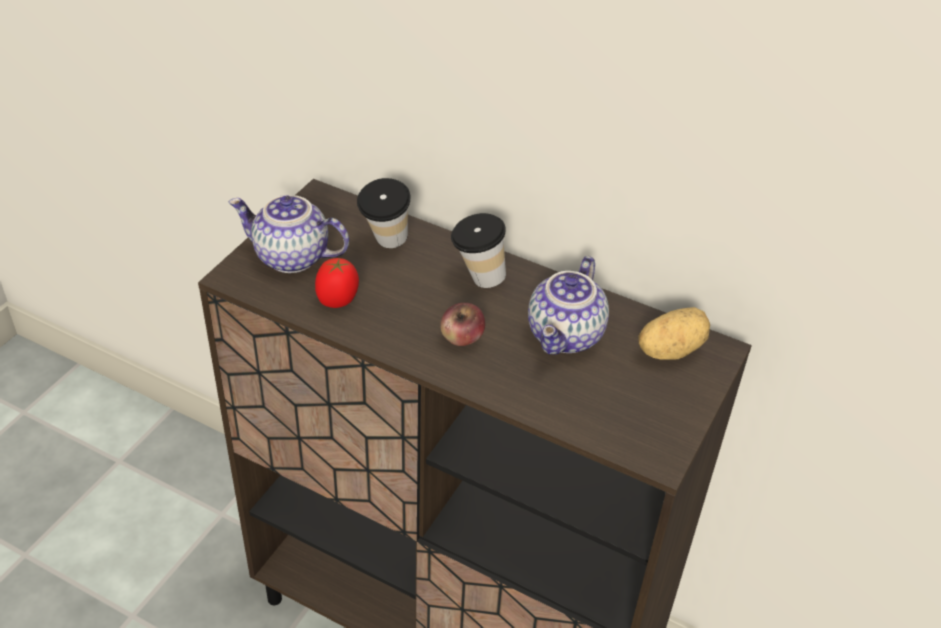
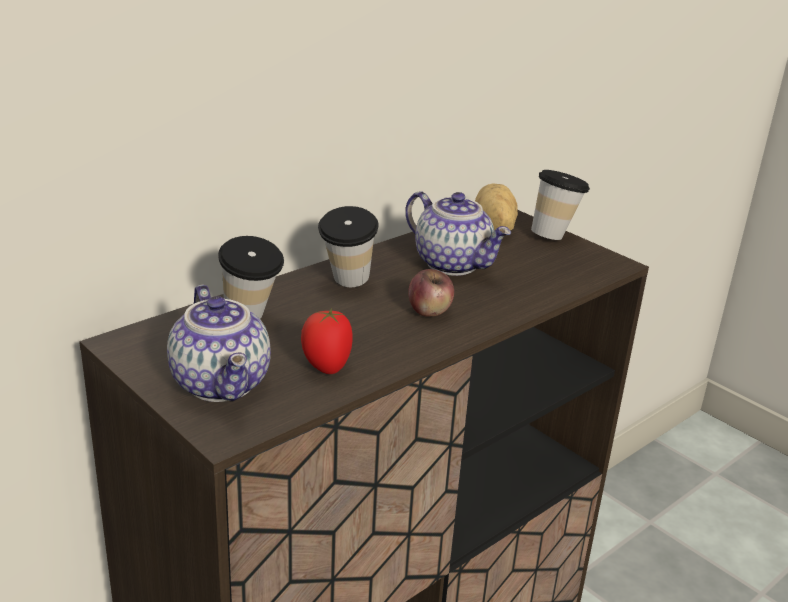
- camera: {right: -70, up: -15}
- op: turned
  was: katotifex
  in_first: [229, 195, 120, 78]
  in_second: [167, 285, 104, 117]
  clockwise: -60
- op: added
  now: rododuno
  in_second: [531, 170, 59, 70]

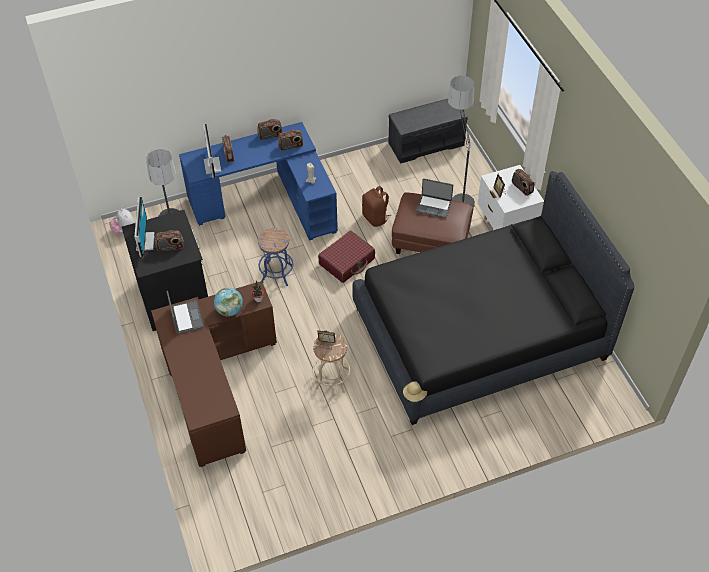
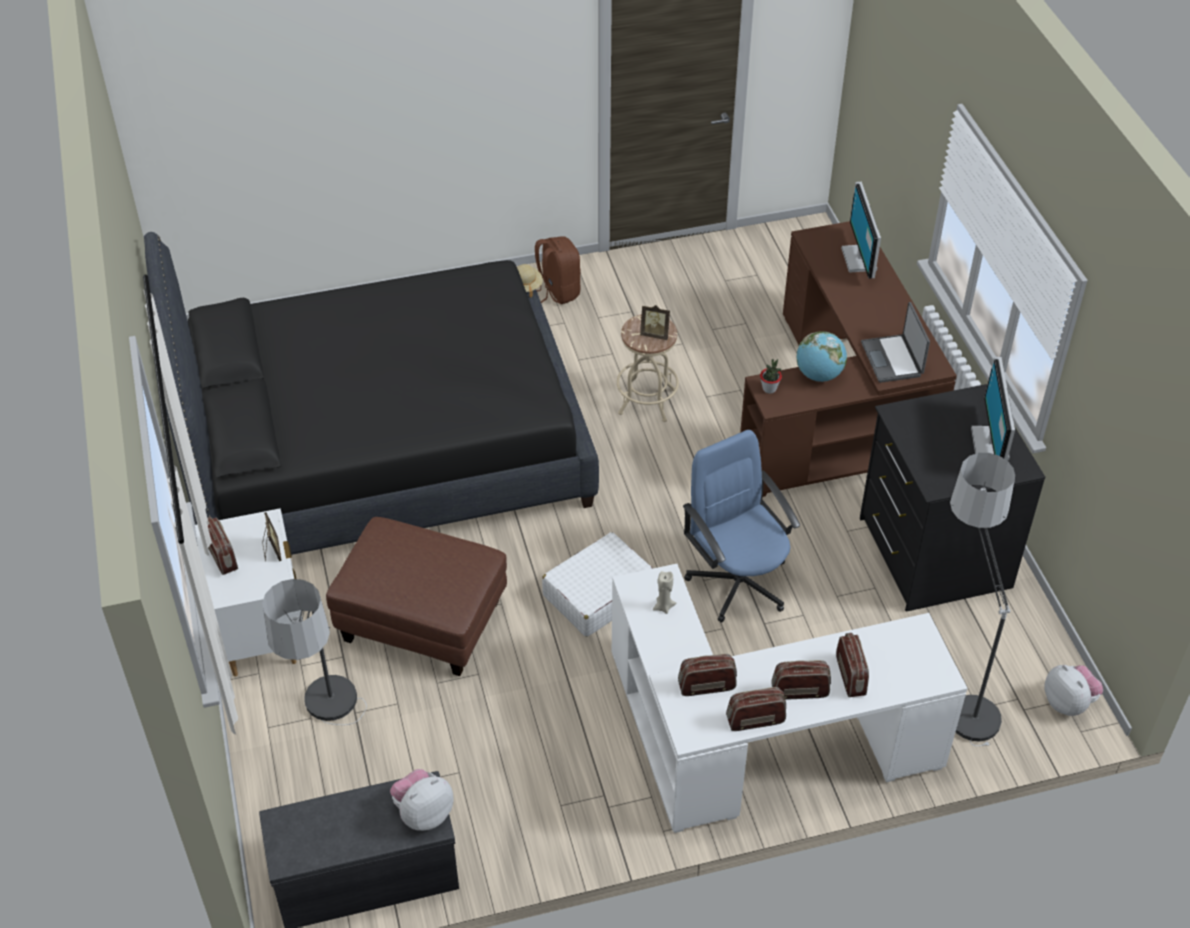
- camera: {right: -175, up: -5}
- op: added
  now: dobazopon
  in_second: [390, 769, 63, 62]
- op: moved
  was: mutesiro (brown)
  in_first: [362, 186, 30, 41]
  in_second: [535, 236, 46, 68]
- op: recoloured
  was: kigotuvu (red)
  now: kigotuvu (white)
  in_first: [318, 230, 57, 53]
  in_second: [542, 532, 111, 105]
- op: recoloured
  was: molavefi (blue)
  now: molavefi (white)
  in_first: [179, 122, 159, 119]
  in_second: [612, 564, 356, 269]
- op: replaced
  was: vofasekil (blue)
  now: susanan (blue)
  in_first: [258, 228, 36, 58]
  in_second: [683, 430, 117, 192]
- op: moved
  was: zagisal
  in_first: [155, 231, 29, 20]
  in_second: [771, 660, 60, 40]
- op: moved
  was: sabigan
  in_first: [203, 124, 19, 55]
  in_second: [841, 182, 40, 97]
- op: removed
  was: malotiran
  in_first: [416, 178, 37, 40]

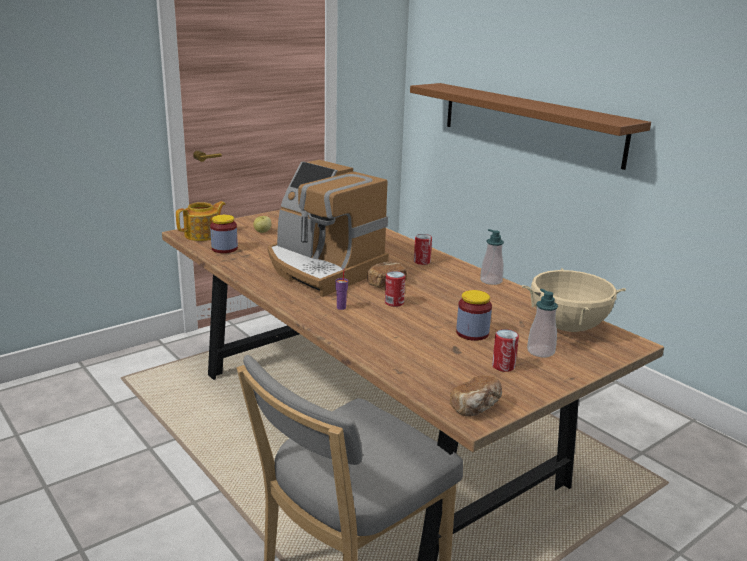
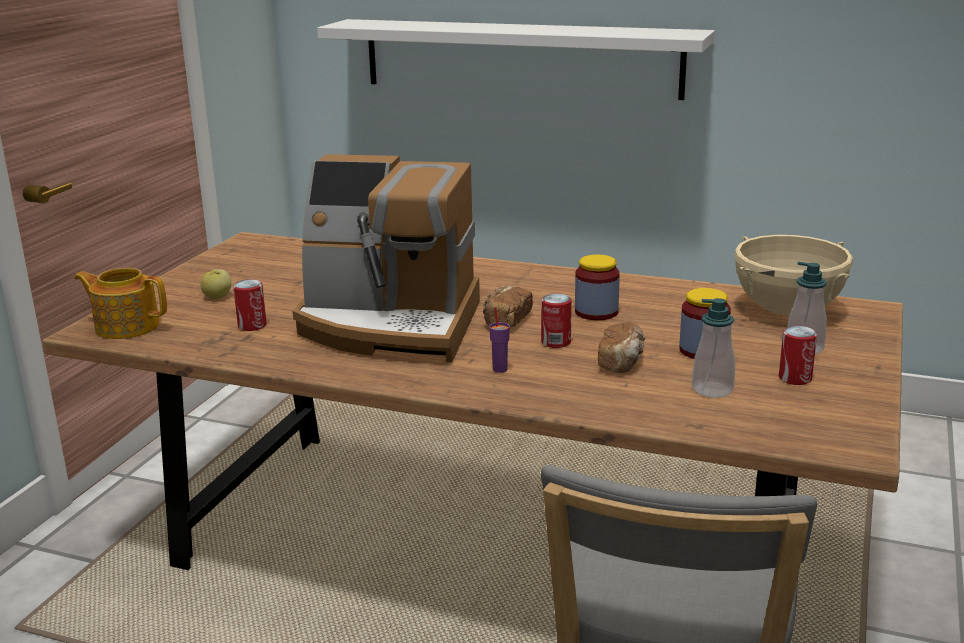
- camera: {right: -30, up: 0}
- op: turned
  was: katotifex
  in_first: [176, 201, 50, 40]
  in_second: [74, 268, 93, 71]
  clockwise: -90
- op: moved
  was: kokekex
  in_first: [414, 234, 18, 31]
  in_second: [233, 279, 34, 52]
- op: recoloured
  was: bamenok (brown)
  now: bamenok (white)
  in_first: [410, 83, 241, 87]
  in_second: [317, 19, 398, 81]
- op: moved
  was: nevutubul
  in_first: [210, 215, 28, 38]
  in_second: [575, 255, 45, 65]
- op: moved
  was: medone
  in_first: [450, 375, 53, 42]
  in_second: [598, 322, 48, 51]
- op: moved
  was: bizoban
  in_first: [480, 229, 24, 56]
  in_second: [692, 298, 43, 100]

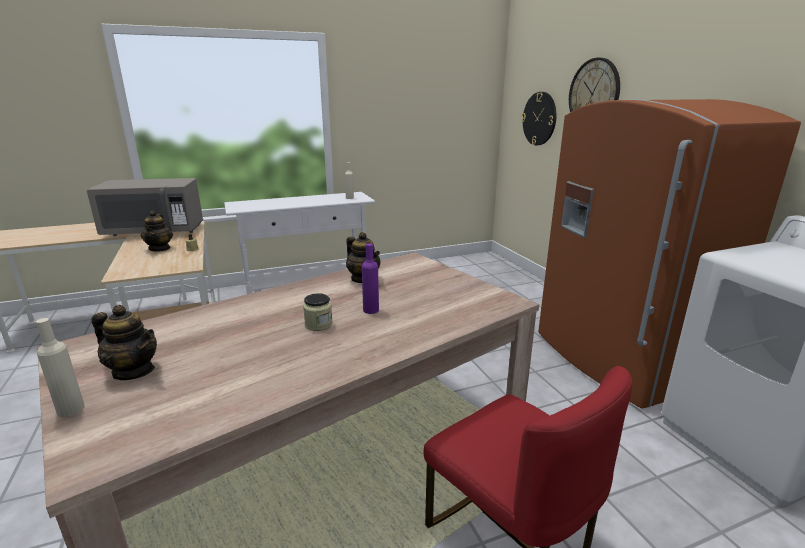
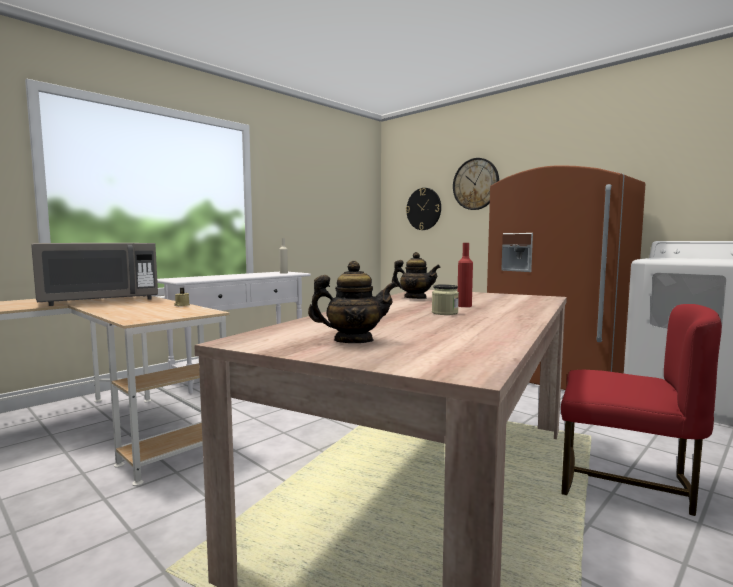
- camera: {right: -25, up: -15}
- op: recoloured
  was: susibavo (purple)
  now: susibavo (red)
  in_first: [362, 243, 17, 71]
  in_second: [458, 243, 15, 64]
- op: removed
  was: susibavo (beige)
  in_first: [36, 318, 49, 99]
- op: removed
  was: katotifex
  in_first: [140, 211, 33, 41]

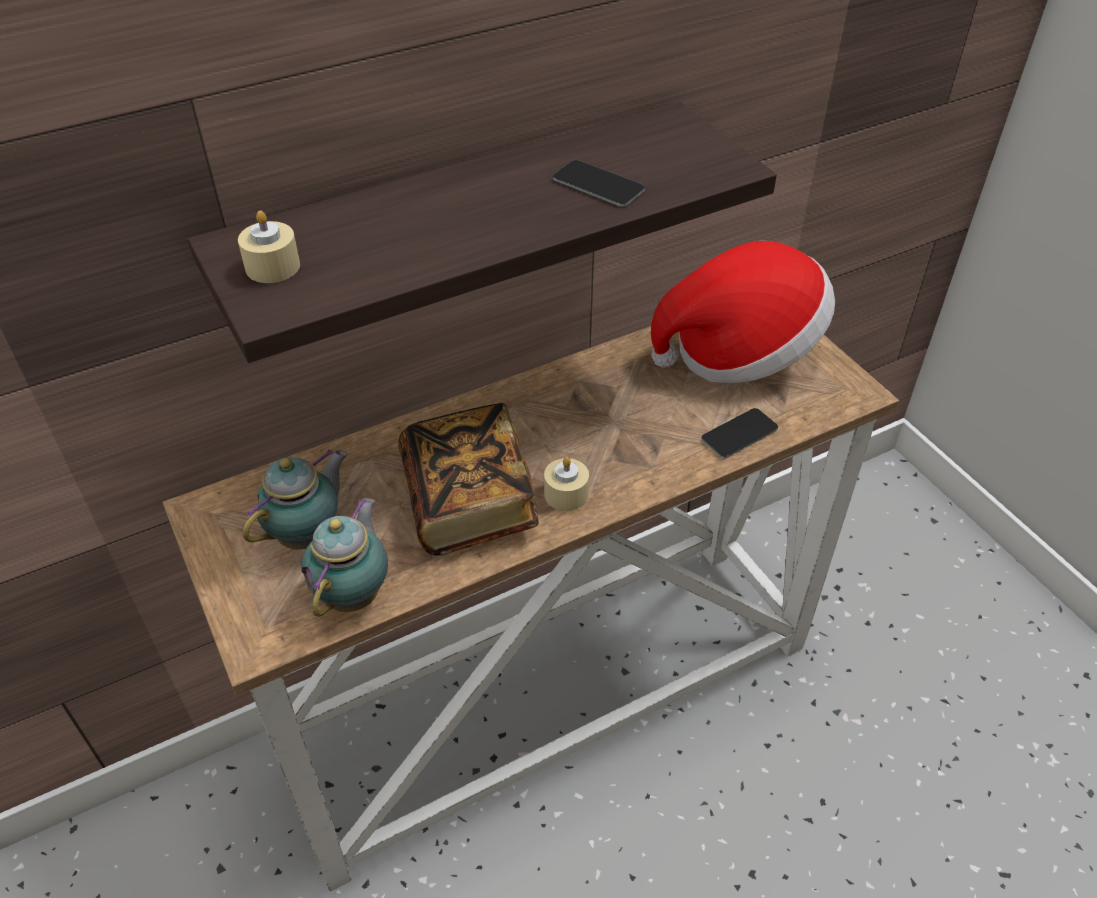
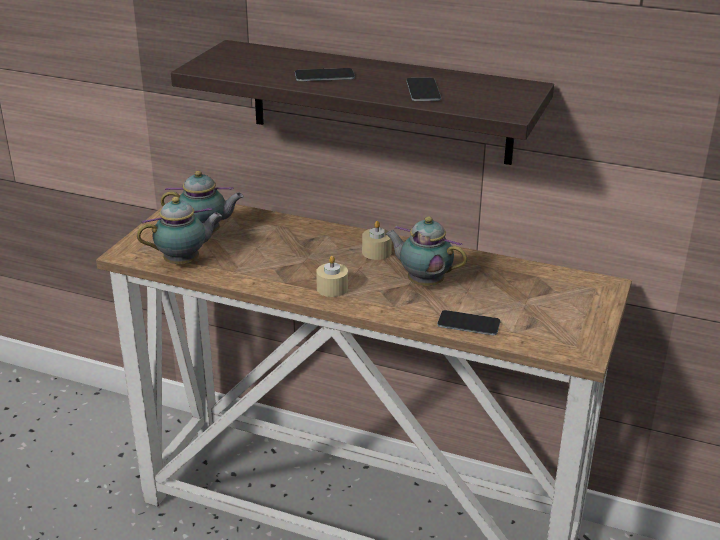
- camera: {right: 50, up: -15}
- op: added
  now: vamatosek
  in_second: [295, 68, 60, 13]
- op: moved
  was: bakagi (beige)
  in_first: [238, 210, 62, 73]
  in_second: [362, 221, 30, 39]
- op: added
  now: katotifex
  in_second: [386, 216, 81, 70]
- op: removed
  was: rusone
  in_first: [398, 403, 141, 153]
- op: removed
  was: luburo
  in_first: [651, 241, 184, 142]

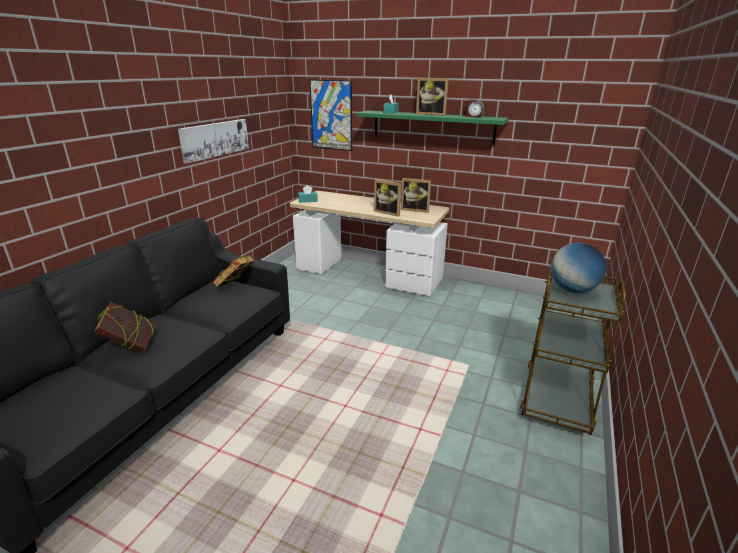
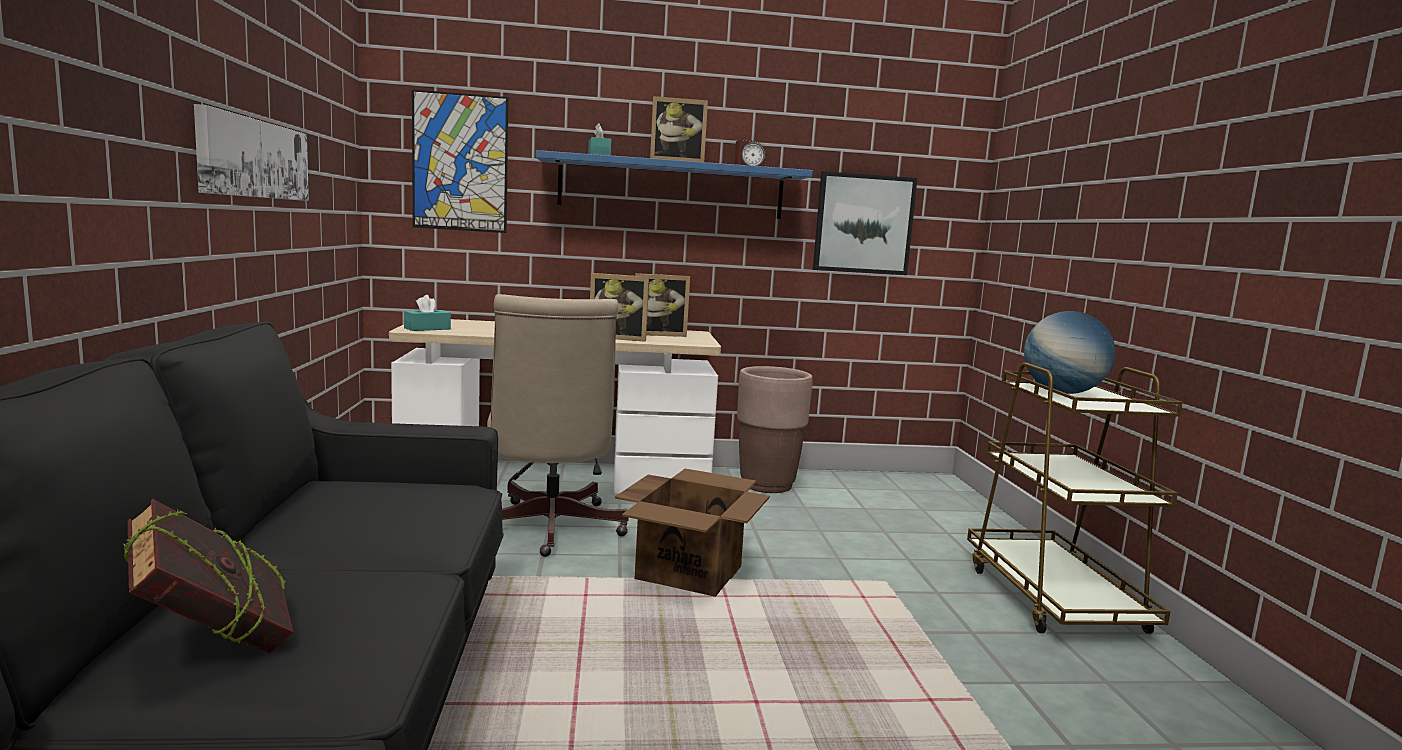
- camera: {right: -30, up: -15}
- op: added
  now: susanan (beige)
  in_second: [487, 294, 142, 263]
- op: recoloured
  was: bamenok (green)
  now: bamenok (blue)
  in_first: [356, 110, 153, 36]
  in_second: [535, 150, 278, 69]
- op: added
  now: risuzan
  in_second: [615, 469, 155, 128]
- op: added
  now: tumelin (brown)
  in_second: [737, 366, 76, 127]
- op: added
  now: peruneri
  in_second: [813, 171, 105, 104]
- op: removed
  was: rusone
  in_first: [212, 255, 43, 33]

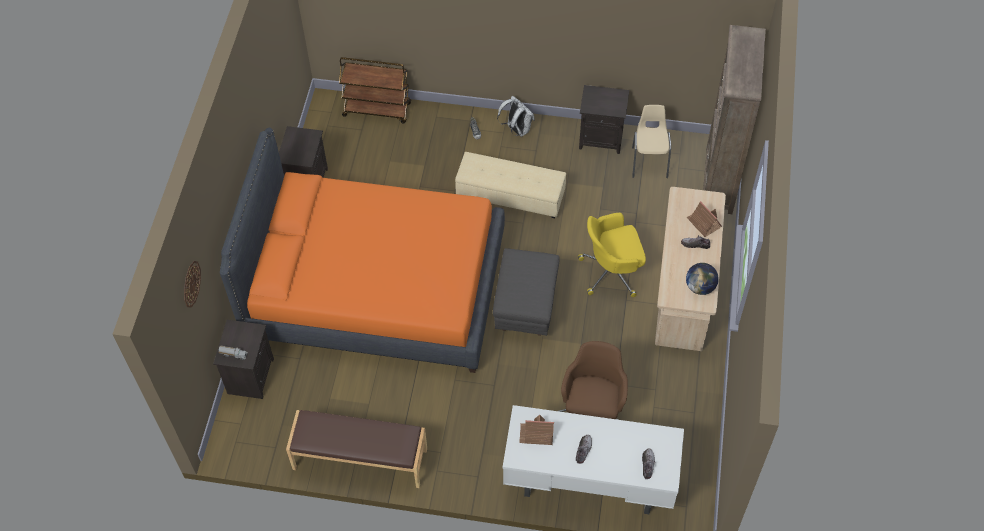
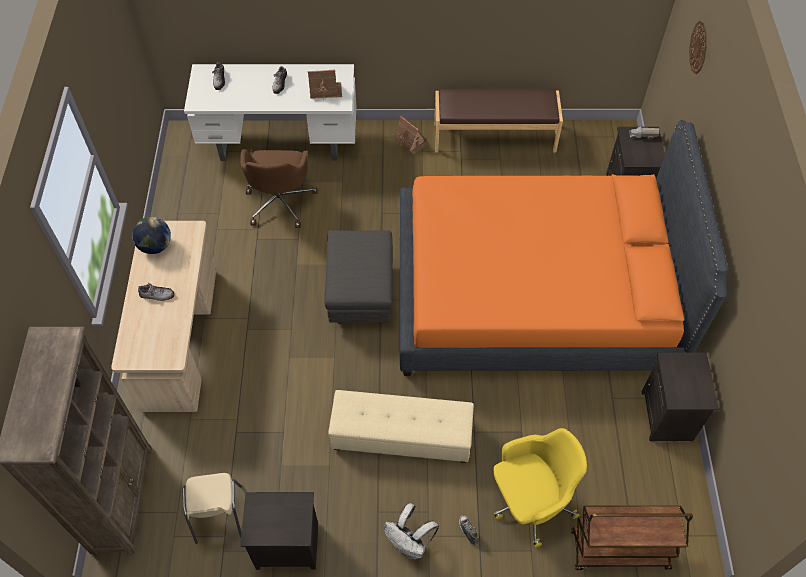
- camera: {right: 170, up: 0}
- op: moved
  was: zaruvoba
  in_first: [687, 201, 35, 36]
  in_second: [393, 116, 34, 38]
- op: moved
  was: susanan (yellow)
  in_first: [578, 213, 68, 84]
  in_second: [493, 428, 94, 120]

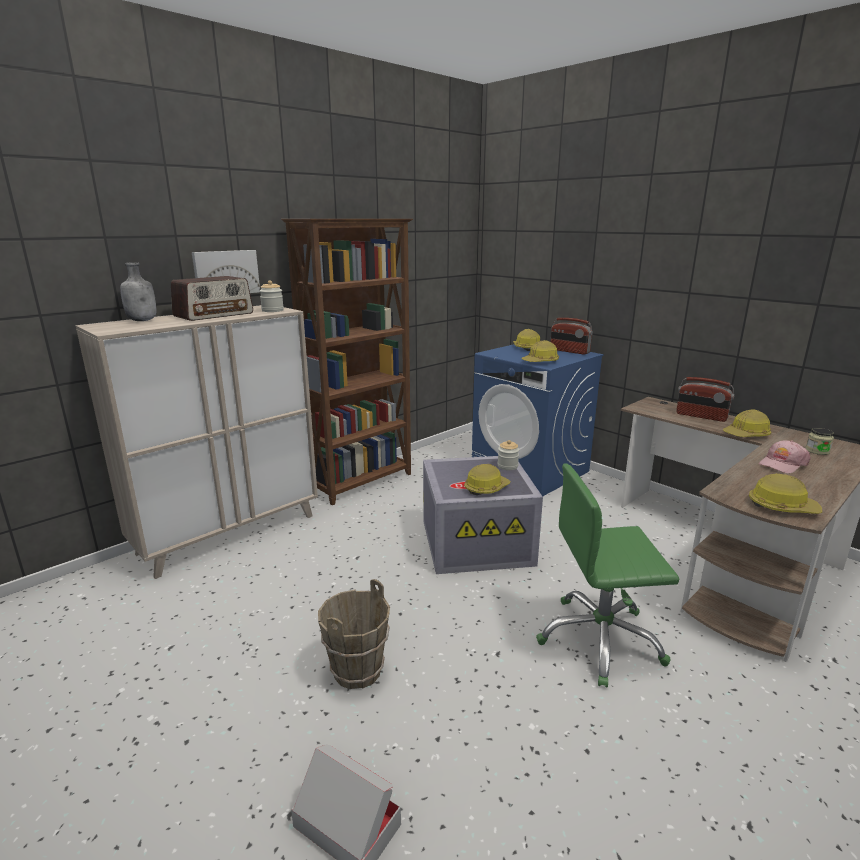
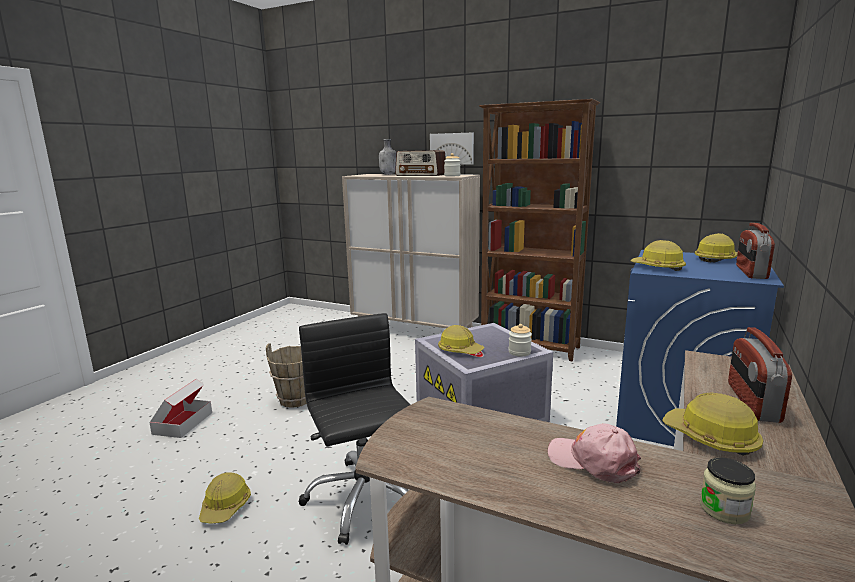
- camera: {right: 70, up: -5}
- op: moved
  was: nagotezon
  in_first: [749, 474, 73, 40]
  in_second: [199, 473, 52, 50]
- op: recoloured
  was: susanan (green)
  now: susanan (black)
  in_first: [536, 464, 143, 223]
  in_second: [299, 313, 111, 232]

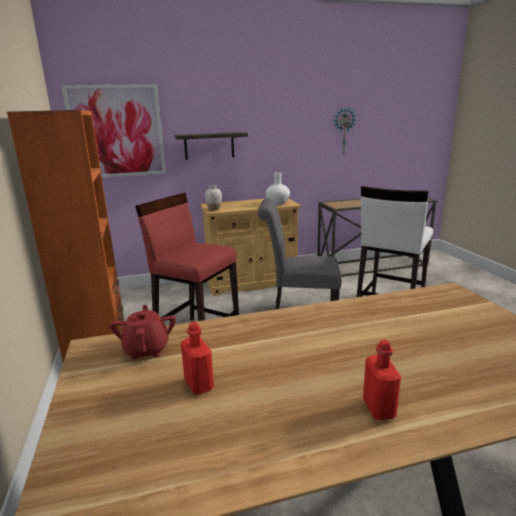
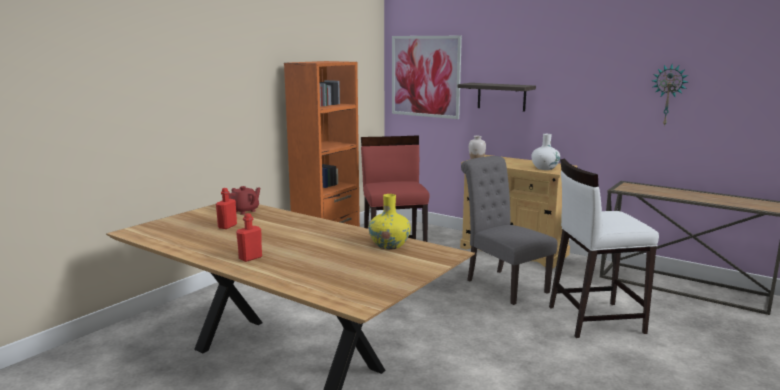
- camera: {right: 50, up: -5}
- op: added
  now: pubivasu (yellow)
  in_second: [369, 194, 42, 56]

